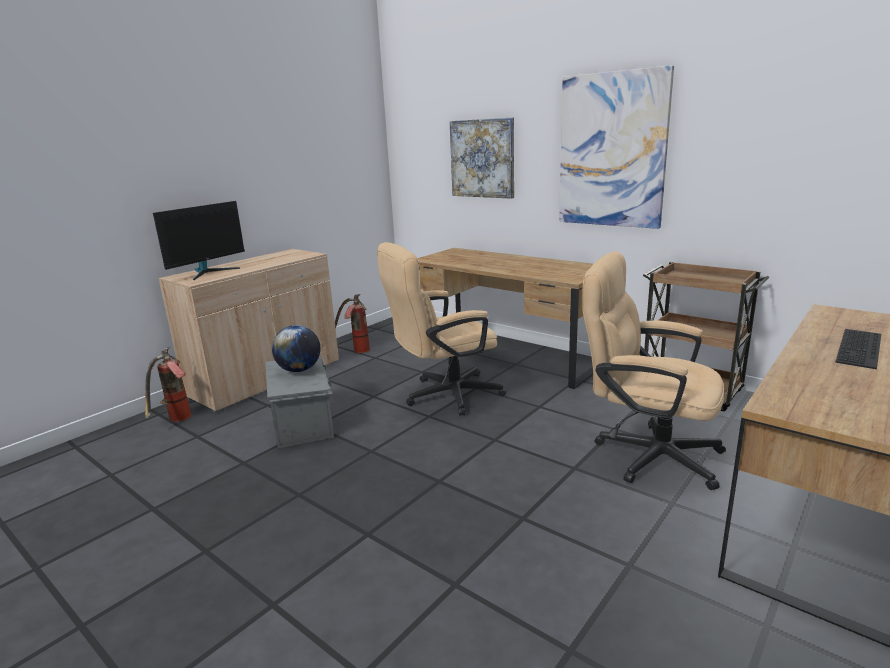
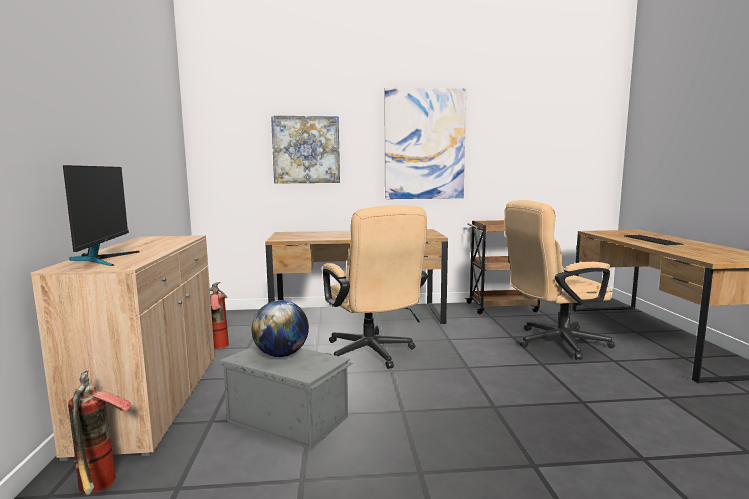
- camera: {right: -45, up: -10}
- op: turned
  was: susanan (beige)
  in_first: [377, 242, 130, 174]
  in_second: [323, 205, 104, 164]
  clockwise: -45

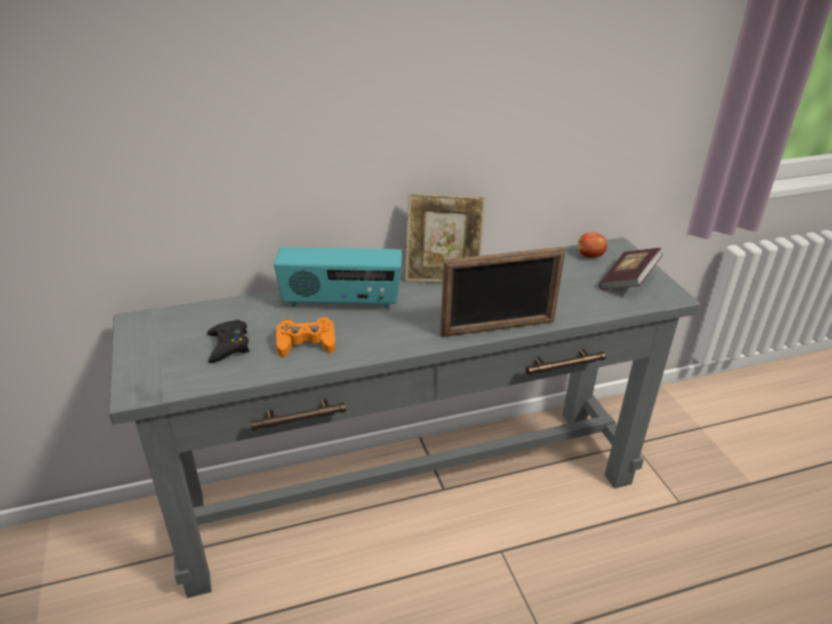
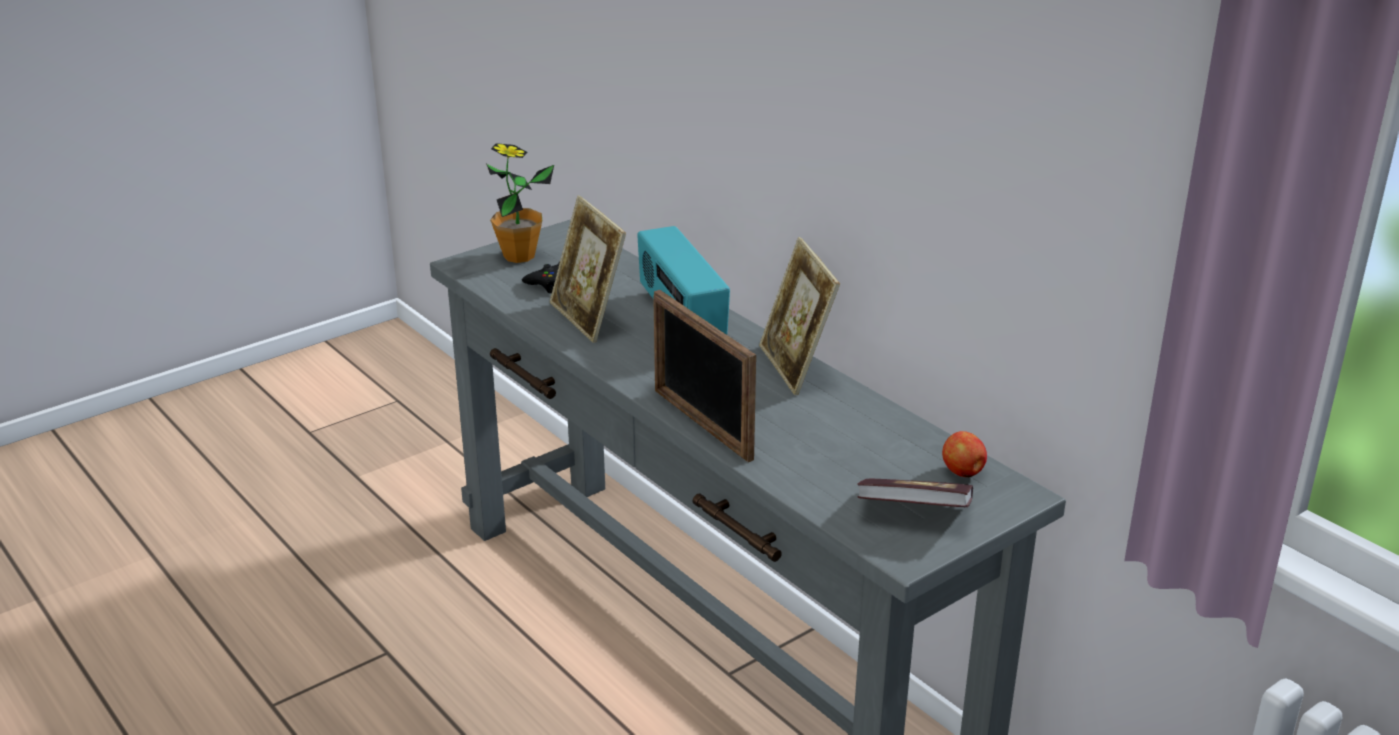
- camera: {right: 70, up: -5}
- op: added
  now: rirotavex
  in_second: [486, 143, 68, 120]
- op: replaced
  was: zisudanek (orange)
  now: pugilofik
  in_first: [276, 317, 60, 40]
  in_second: [550, 195, 76, 148]

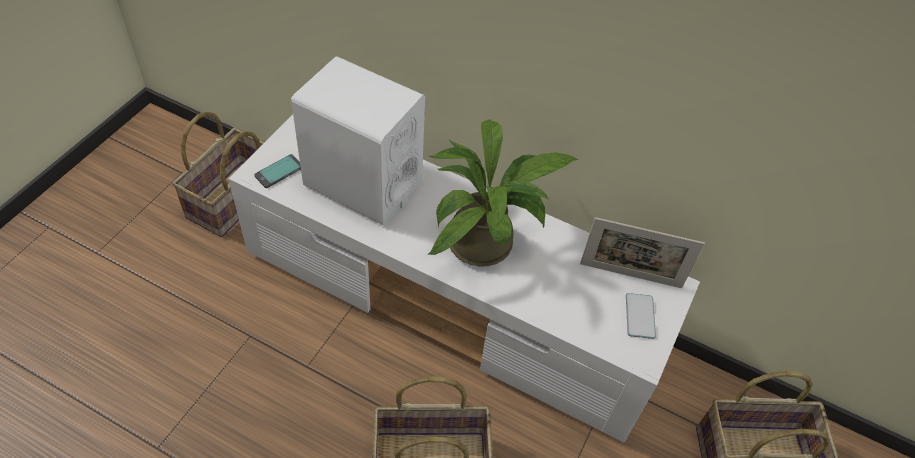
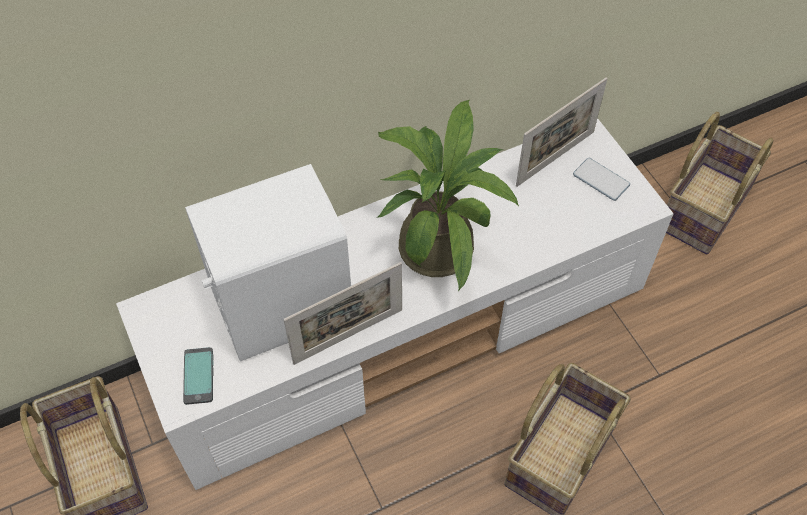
- camera: {right: -50, up: 5}
- op: added
  now: pugilofik
  in_second: [283, 262, 119, 103]

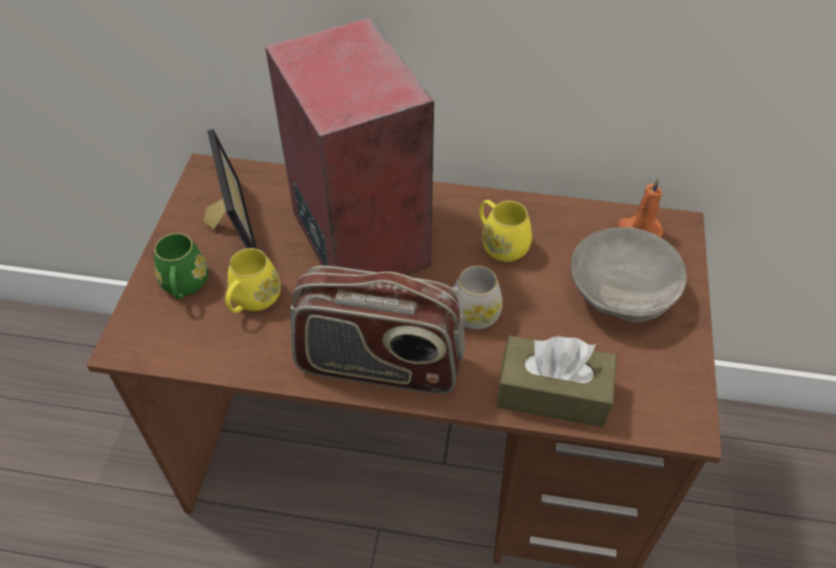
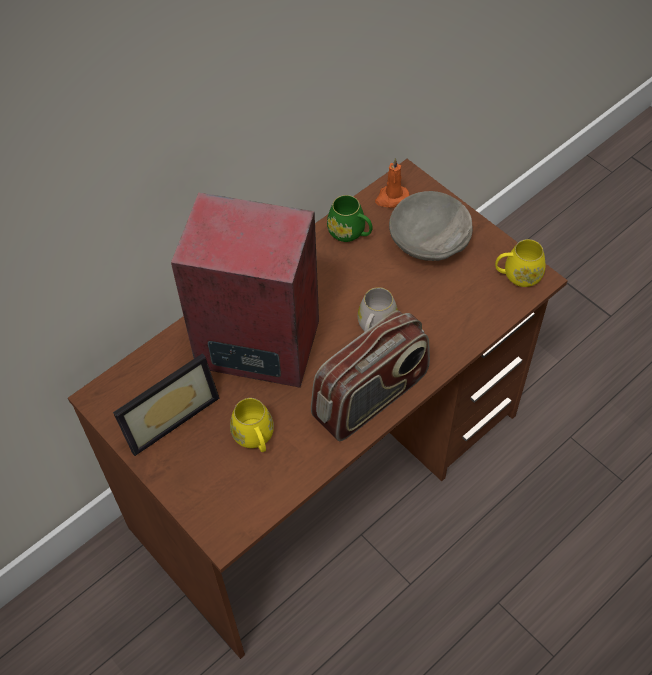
- camera: {right: -50, up: 5}
- op: turned
  was: pugilofik
  in_first: [203, 129, 54, 120]
  in_second: [113, 353, 106, 103]
  clockwise: 120
- op: moved
  was: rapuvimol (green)
  in_first: [154, 233, 54, 67]
  in_second: [327, 195, 45, 47]
- op: moved
  was: rapuvimol (yellow)
  in_first: [479, 200, 53, 62]
  in_second: [495, 239, 51, 48]
- op: removed
  was: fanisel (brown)
  in_first: [497, 336, 120, 91]

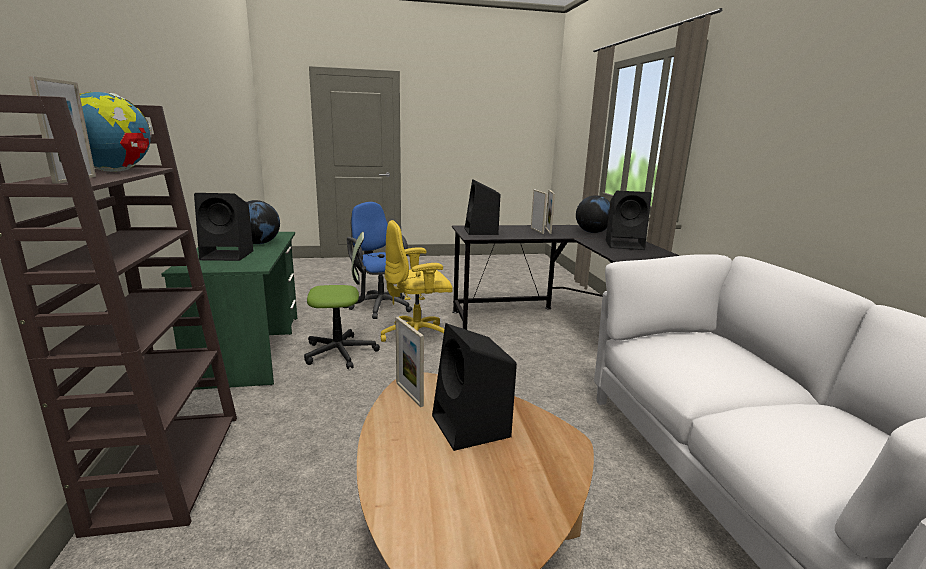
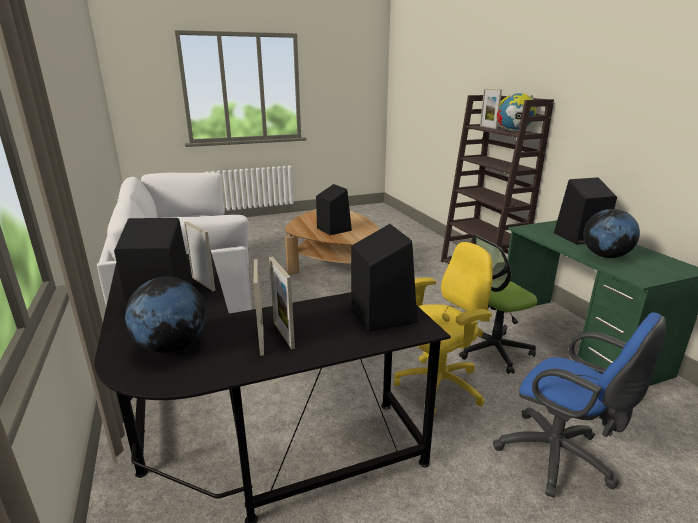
- camera: {right: 170, up: 5}
- op: moved
  was: pugilofik
  in_first: [395, 317, 29, 90]
  in_second: [184, 221, 31, 70]

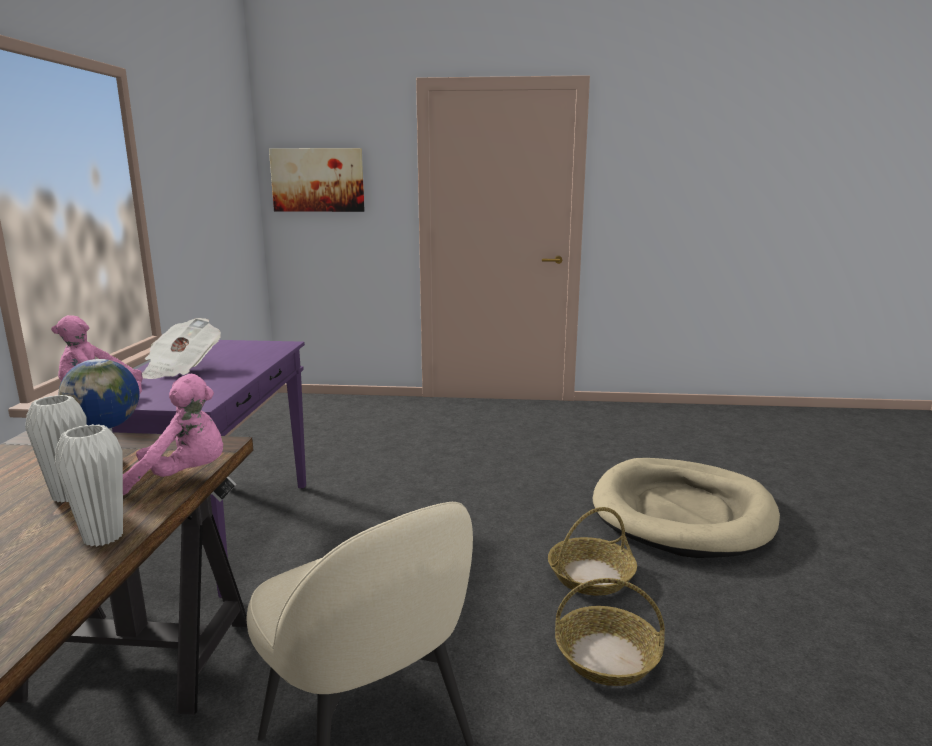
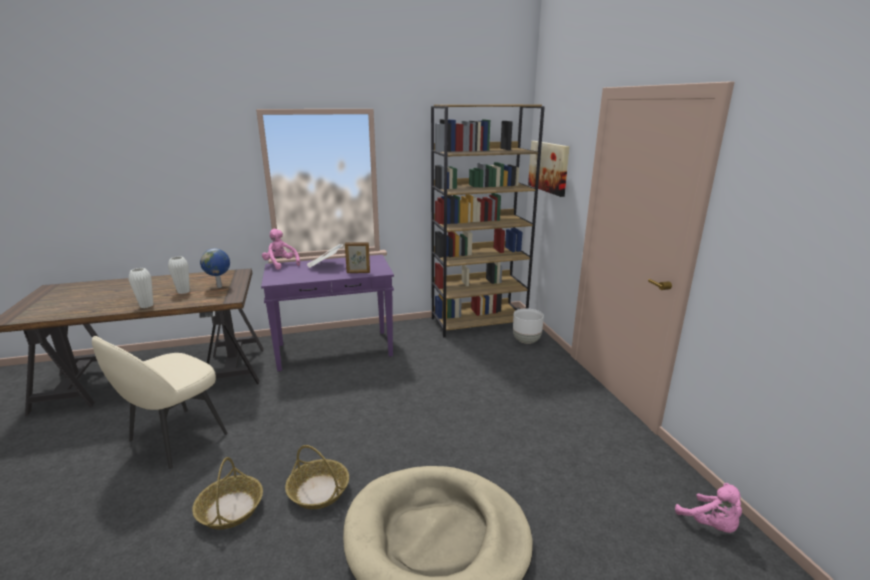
- camera: {right: 70, up: 5}
- op: added
  now: pugilofik
  in_second: [345, 242, 25, 31]
- op: added
  now: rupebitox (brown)
  in_second: [431, 104, 114, 233]
- op: added
  now: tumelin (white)
  in_second: [513, 308, 31, 36]
- op: moved
  was: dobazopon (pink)
  in_first: [123, 374, 100, 121]
  in_second: [675, 483, 67, 50]

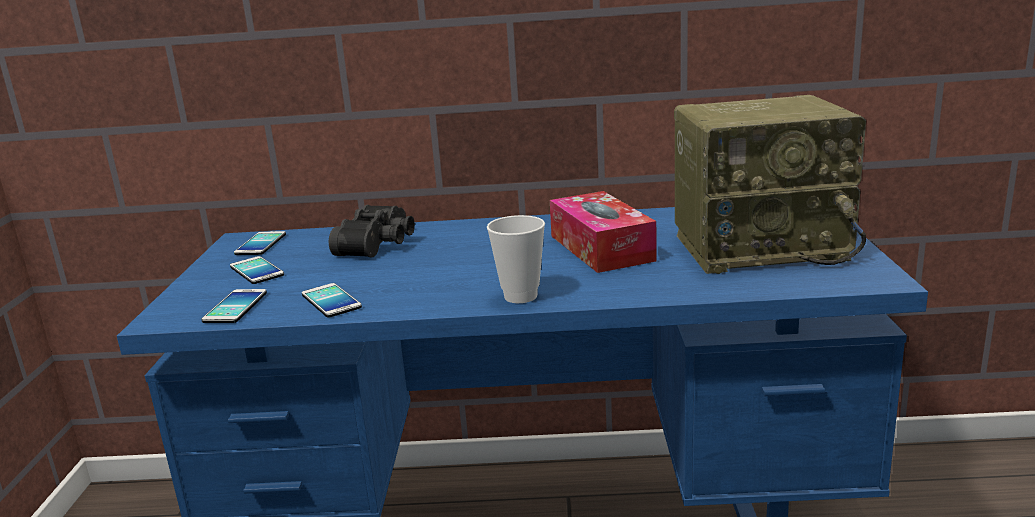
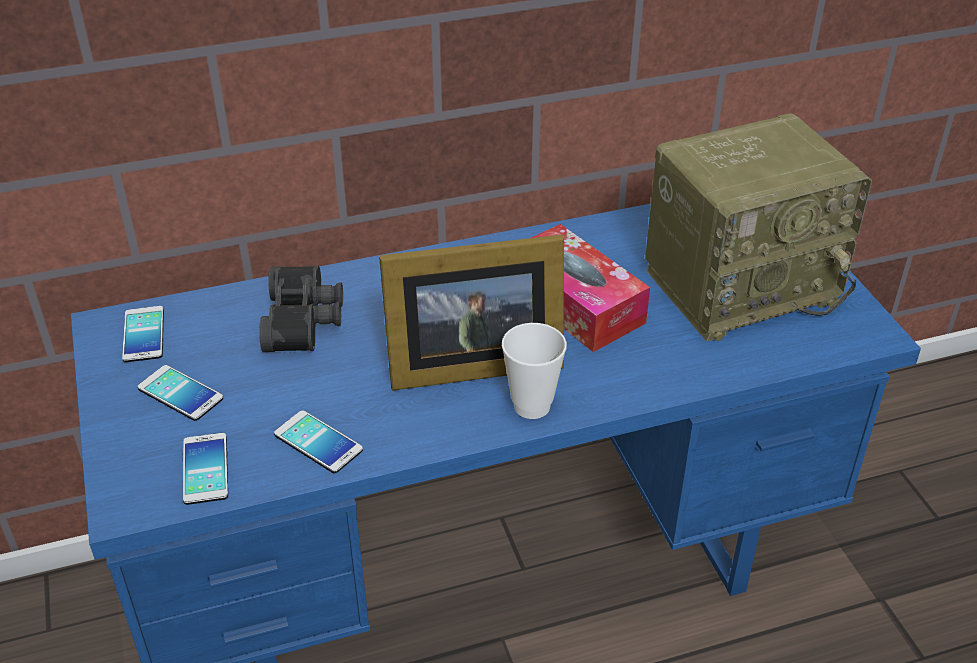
- camera: {right: -20, up: 20}
- op: added
  now: pugilofik
  in_second: [379, 235, 185, 156]

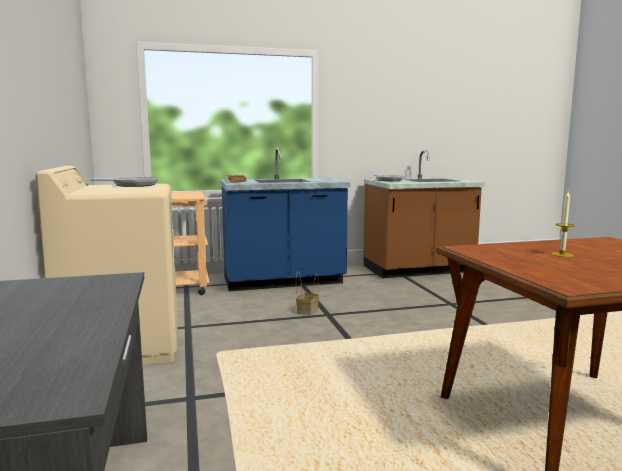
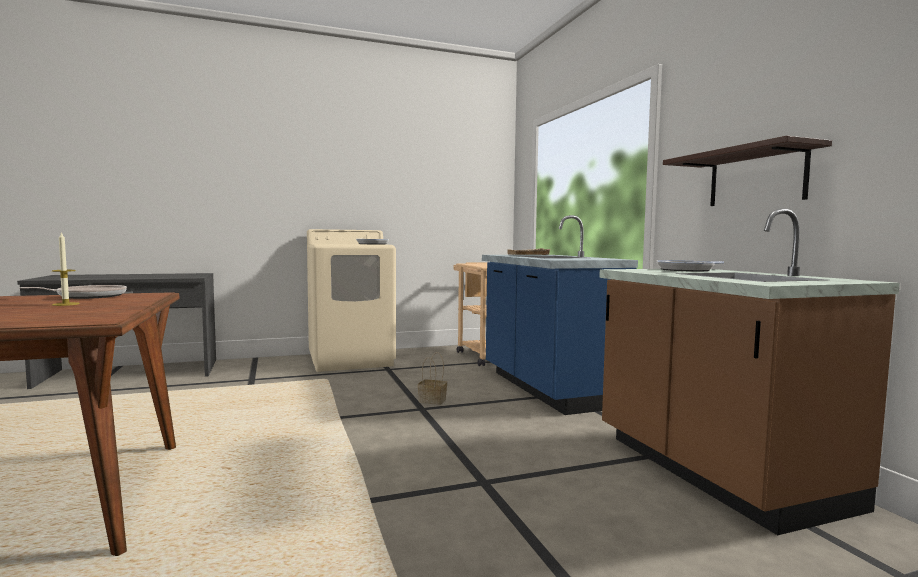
- camera: {right: 85, up: -5}
- op: added
  now: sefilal
  in_second: [19, 285, 108, 14]
- op: added
  now: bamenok
  in_second: [663, 136, 169, 70]

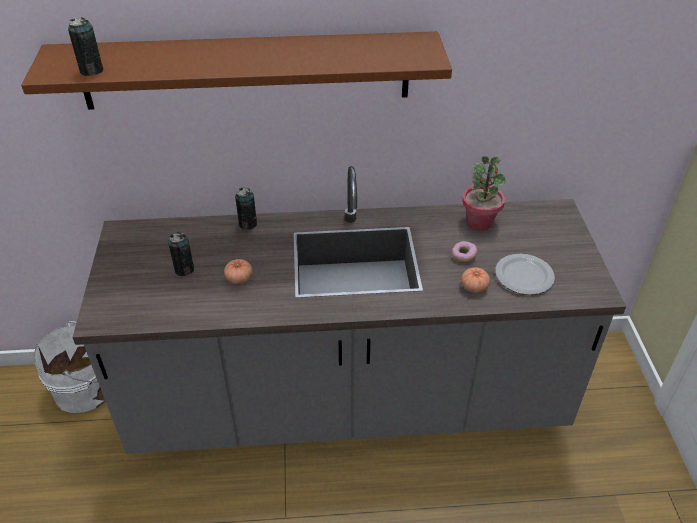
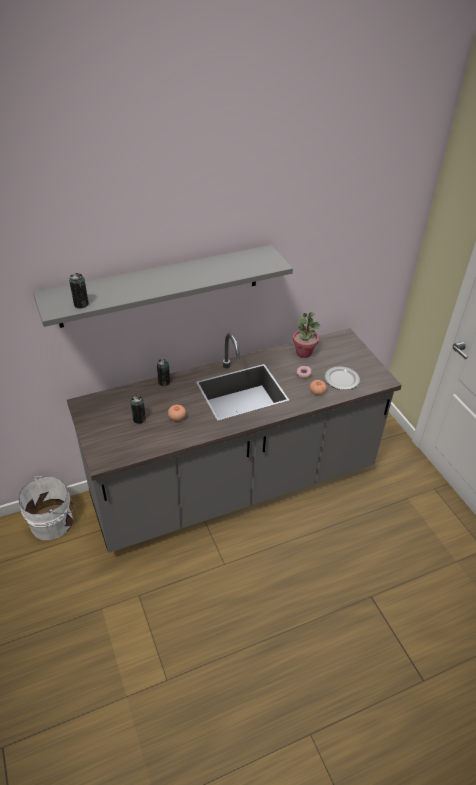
- camera: {right: -20, up: 0}
- op: recoloured
  was: bamenok (brown)
  now: bamenok (grey)
  in_first: [21, 31, 431, 79]
  in_second: [33, 245, 260, 83]

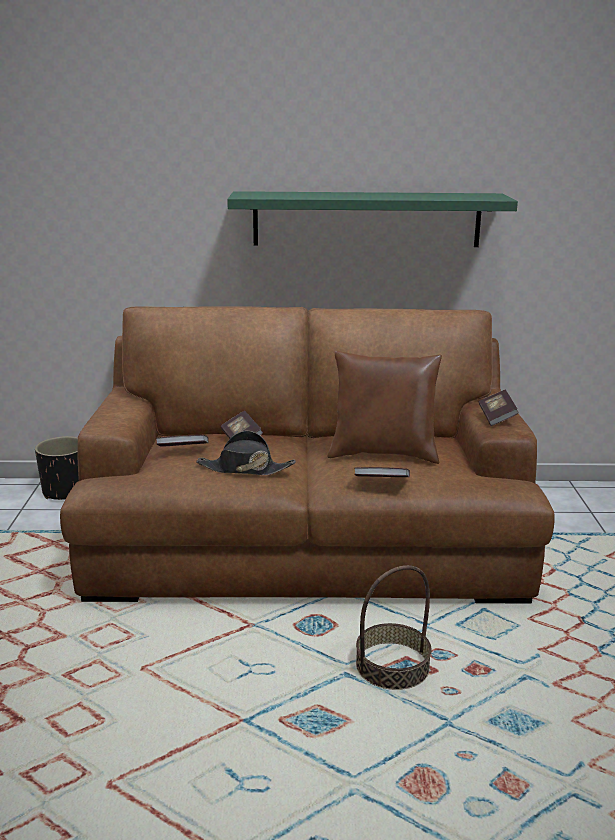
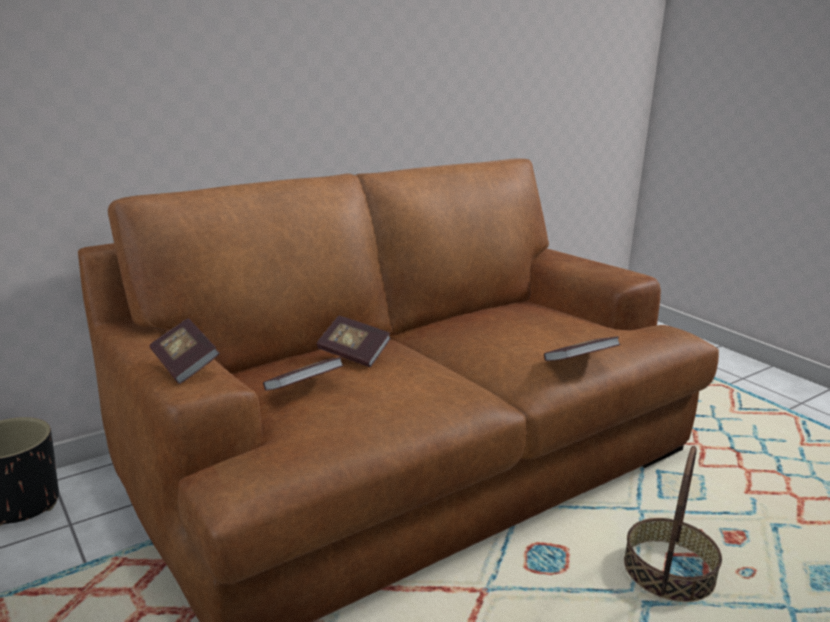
- camera: {right: -35, up: 0}
- op: moved
  was: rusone
  in_first: [479, 389, 40, 37]
  in_second: [149, 318, 71, 66]
- op: removed
  was: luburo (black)
  in_first: [196, 431, 100, 44]
- op: removed
  was: bamenok (green)
  in_first: [227, 191, 291, 56]
- op: removed
  was: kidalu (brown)
  in_first: [328, 351, 114, 113]

